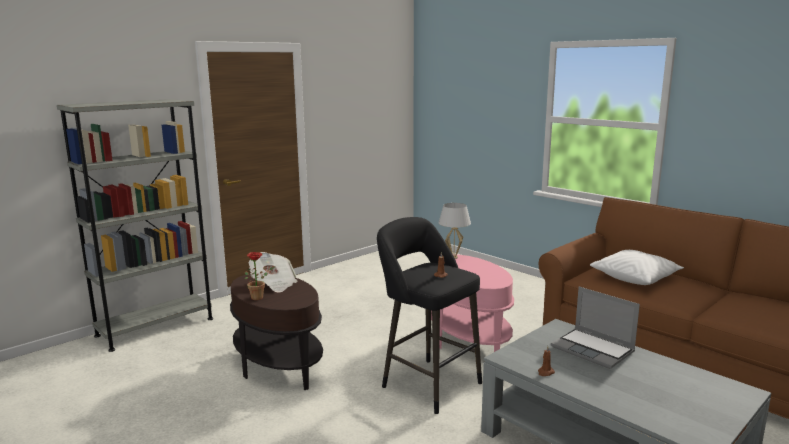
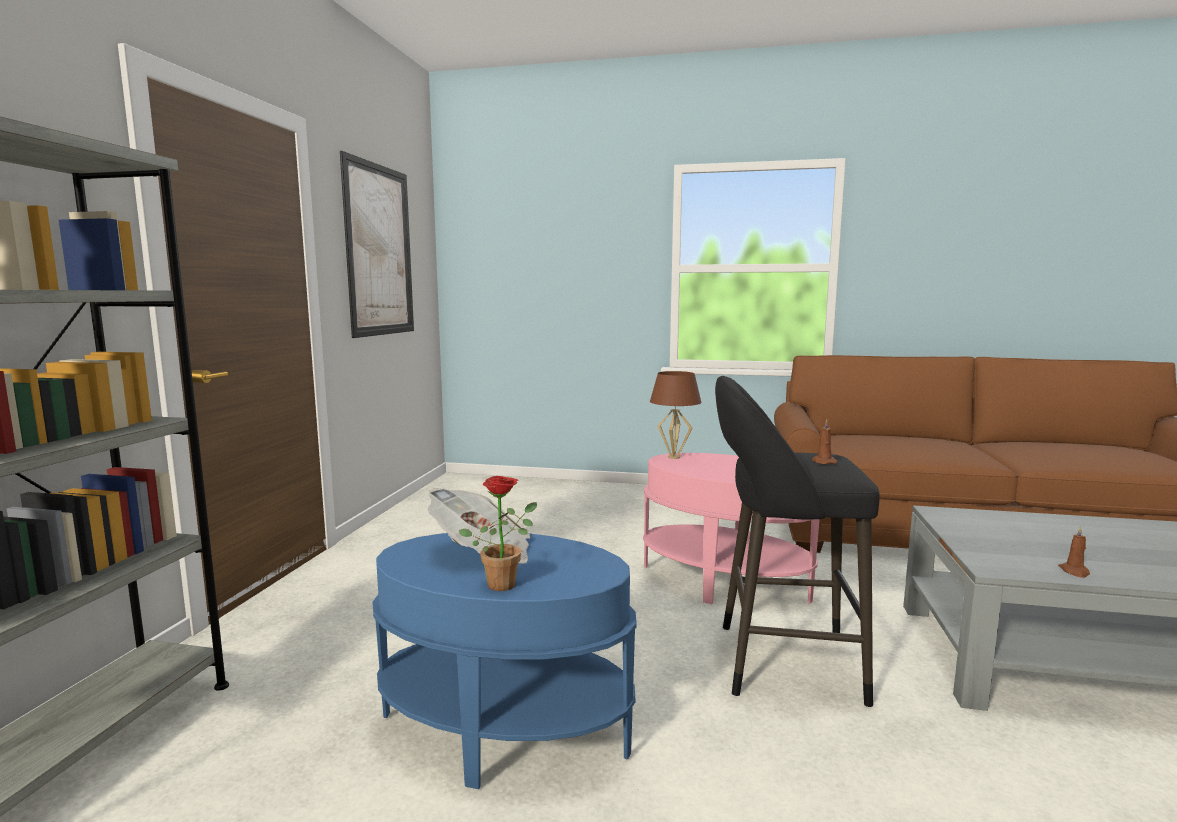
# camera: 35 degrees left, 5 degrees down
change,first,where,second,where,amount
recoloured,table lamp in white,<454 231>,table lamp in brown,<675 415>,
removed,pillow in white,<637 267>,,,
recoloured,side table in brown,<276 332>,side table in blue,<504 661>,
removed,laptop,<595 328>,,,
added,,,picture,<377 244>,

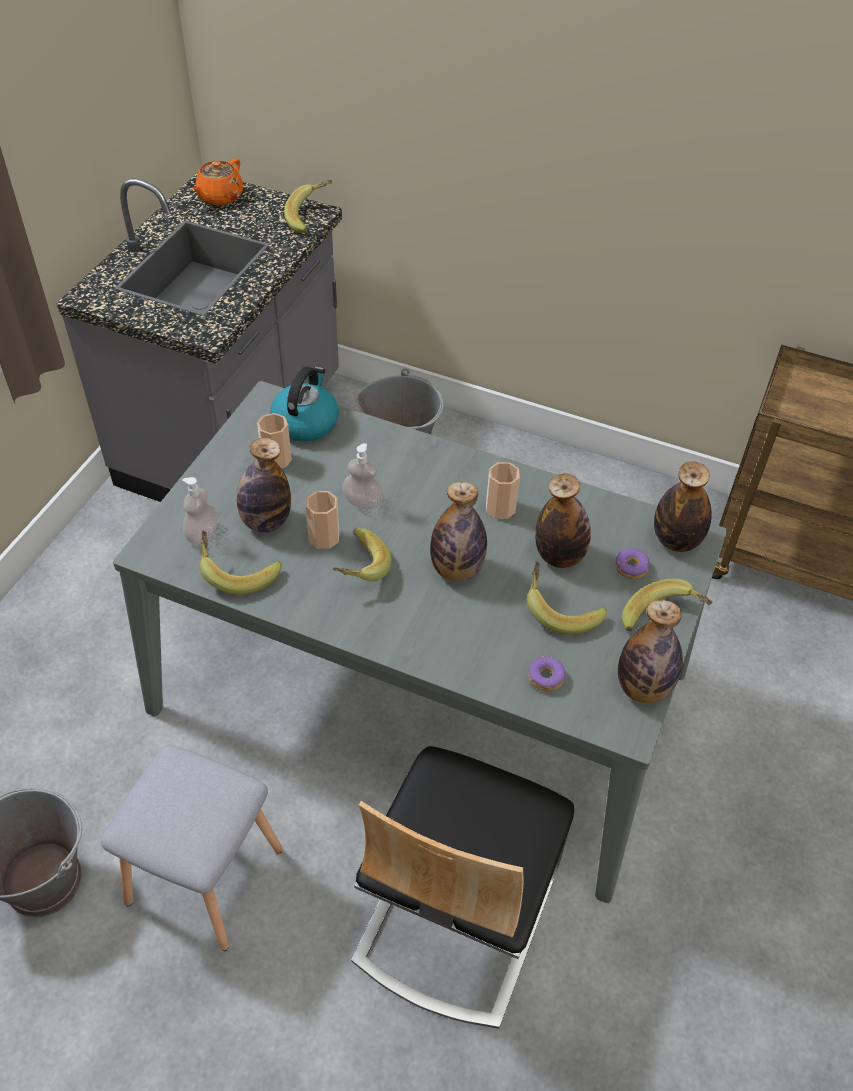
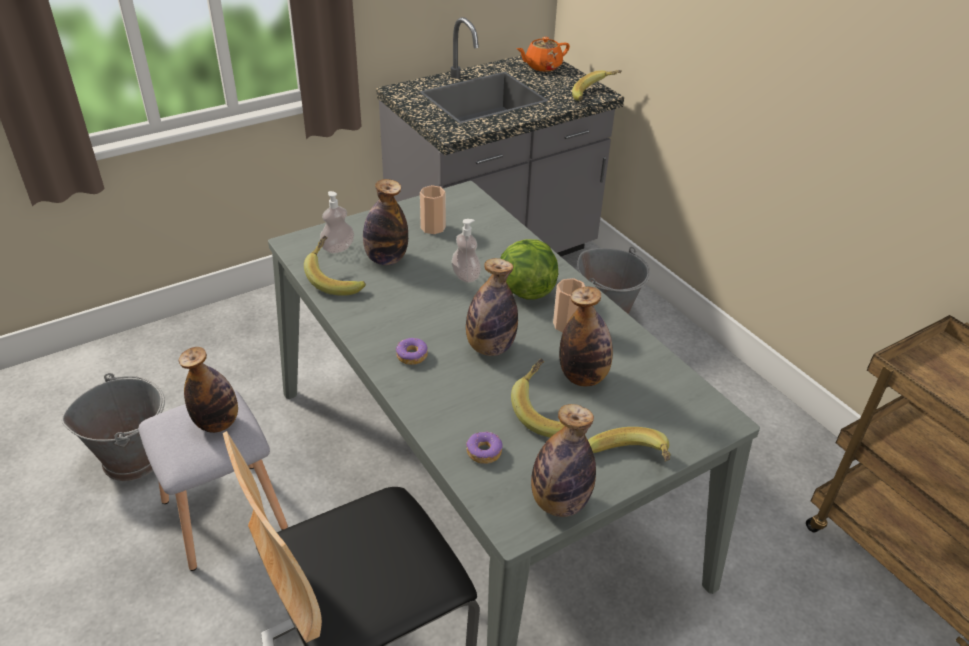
# camera: 35 degrees right, 10 degrees down
change,first,where,second,where,amount
removed,kettle,<304 404>,,,
moved,bottle,<683 506>,,<208 390>,
removed,cup,<322 520>,,,
removed,banana,<362 554>,,,
moved,donut,<632 563>,,<412 351>,
added,,,lettuce,<529 269>,

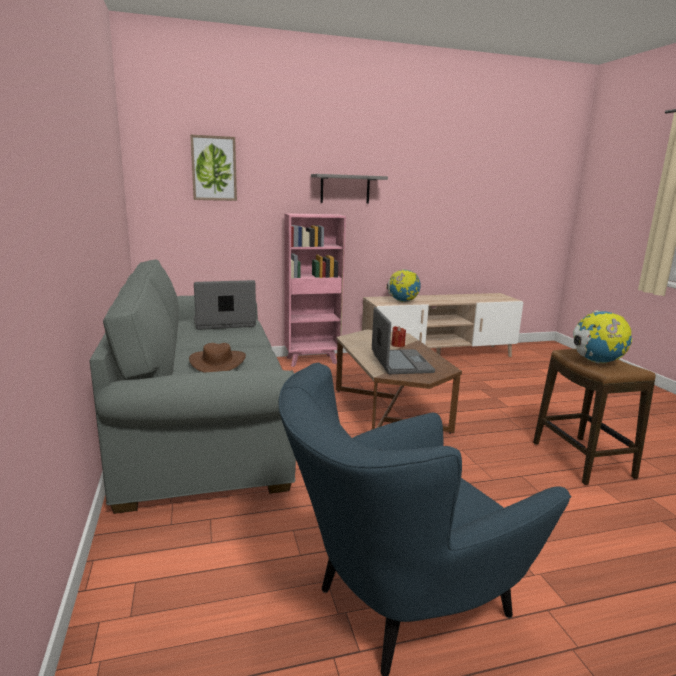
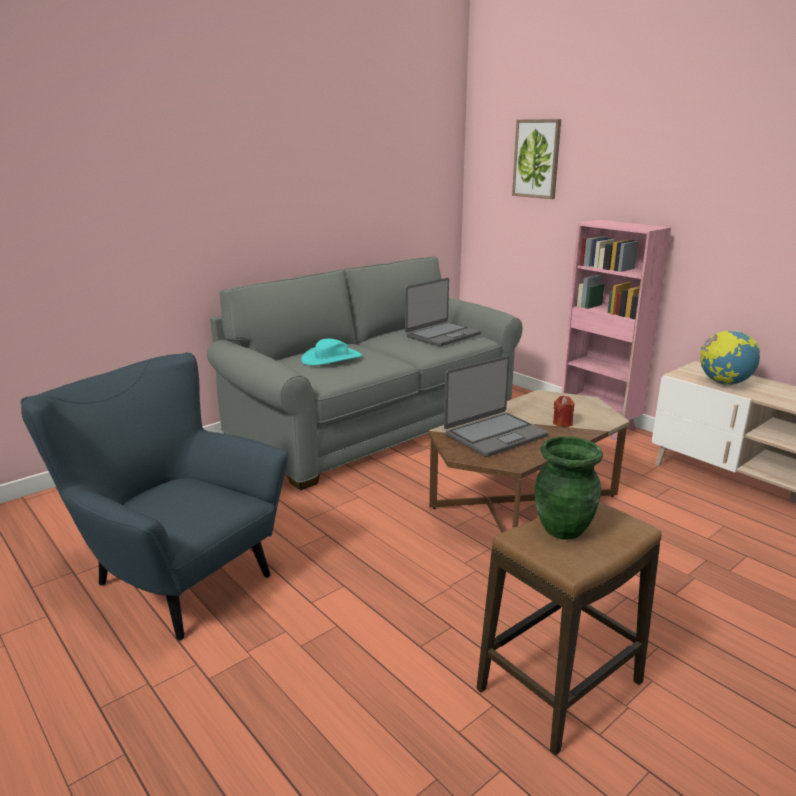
# camera: 65 degrees right, 5 degrees up
change,first,where,second,where,amount
removed,shelf in grey,<349 189>,,,
turned,laptop,<225 305>,,<443 312>,90 degrees clockwise
replaced,globe,<602 337>,vase in green,<568 488>,
recoloured,hat in brown,<217 358>,hat in turquoise,<331 352>,

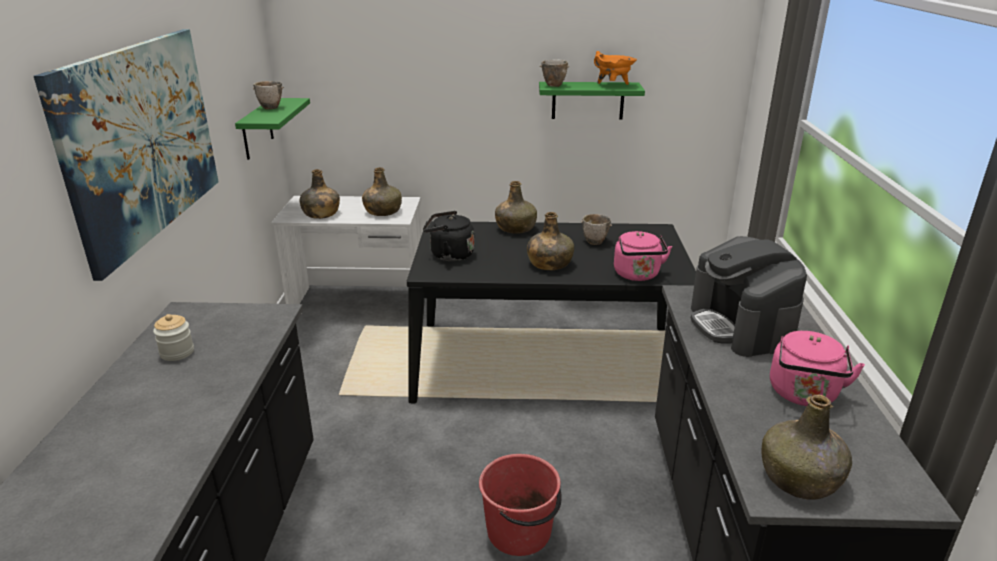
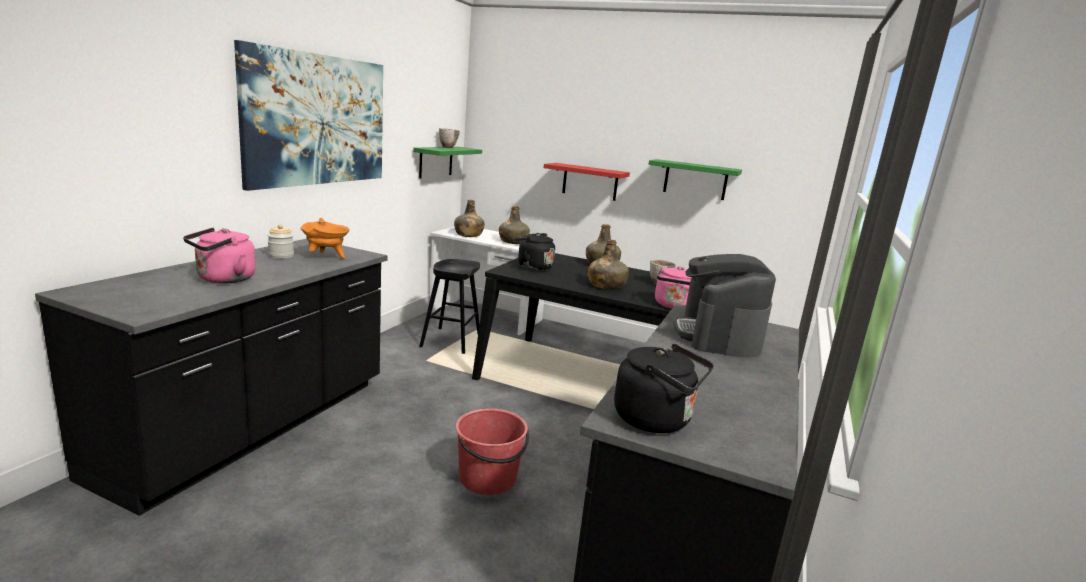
# camera: 20 degrees right, 10 degrees down
change,first,where,second,where,amount
moved,cooking pot in orange,<615 68>,,<325 238>,
removed,bowl,<555 73>,,,
moved,kettle in pink,<817 368>,,<219 256>,
replaced,bottle in green,<807 447>,kettle in black,<663 388>,
added,,,shelf in red,<587 182>,
added,,,stool in black,<449 306>,

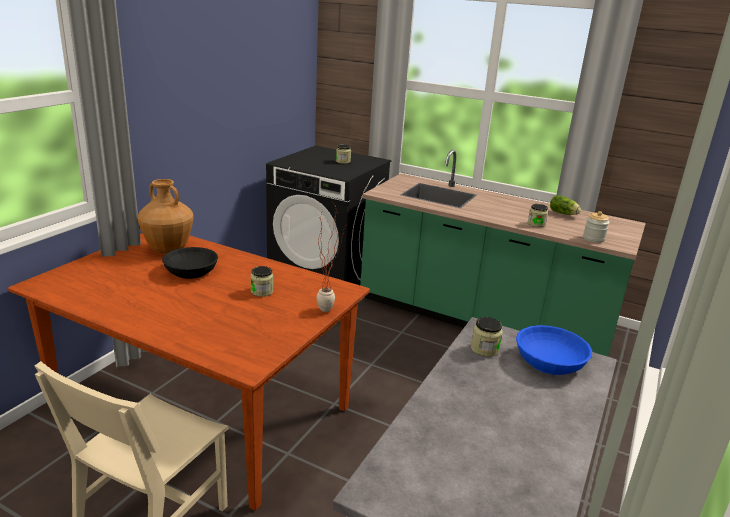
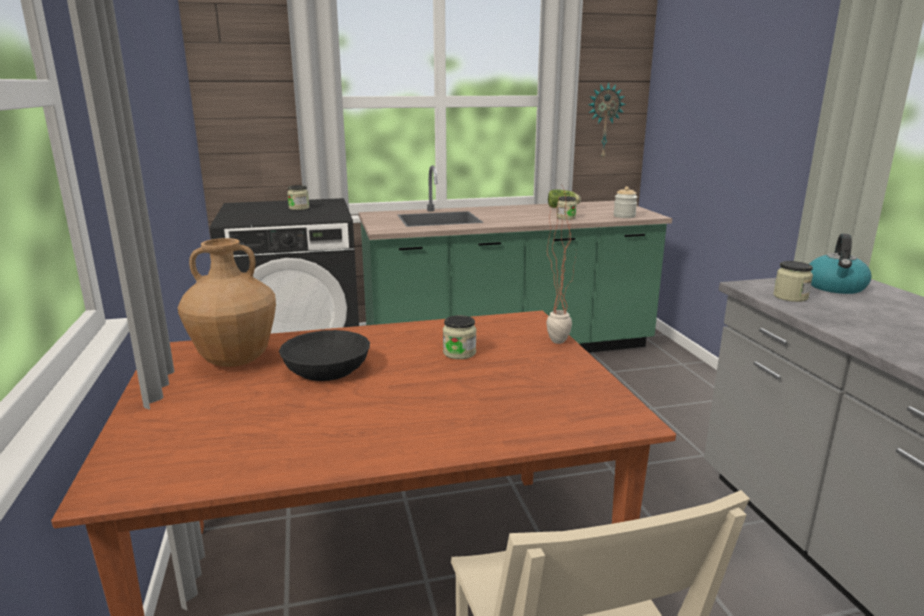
# camera: 40 degrees left, 5 degrees down
change,first,where,second,where,amount
replaced,bowl in blue,<554 350>,kettle,<840 264>,
added,,,wall clock,<607 120>,

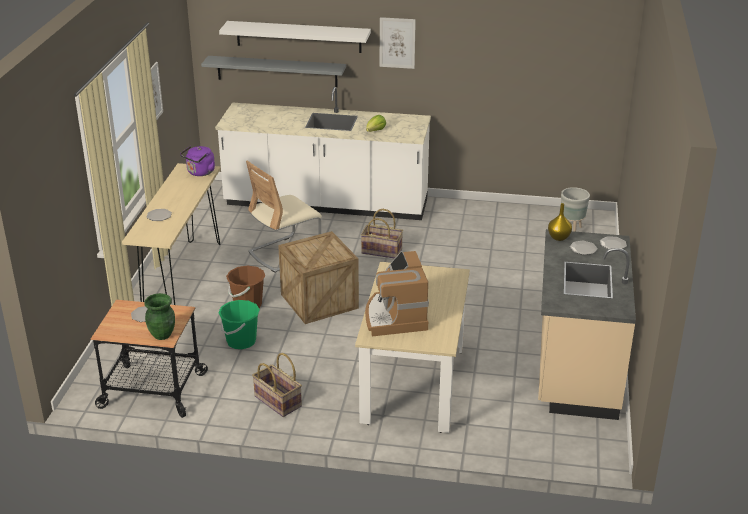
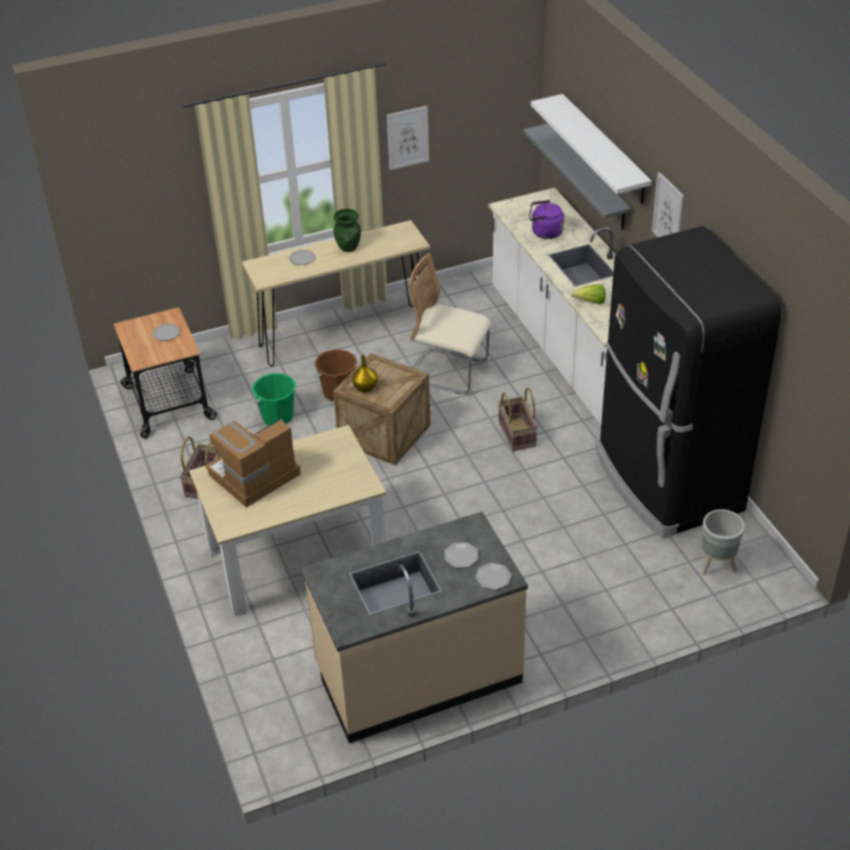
# camera: 60 degrees right, 10 degrees up
change,first,where,second,where,amount
moved,kettle in purple,<197 161>,,<546 219>,
moved,vase in yellow,<560 222>,,<365 374>,
moved,vase in green,<159 316>,,<347 230>,
added,,,fridge in black,<688 382>,

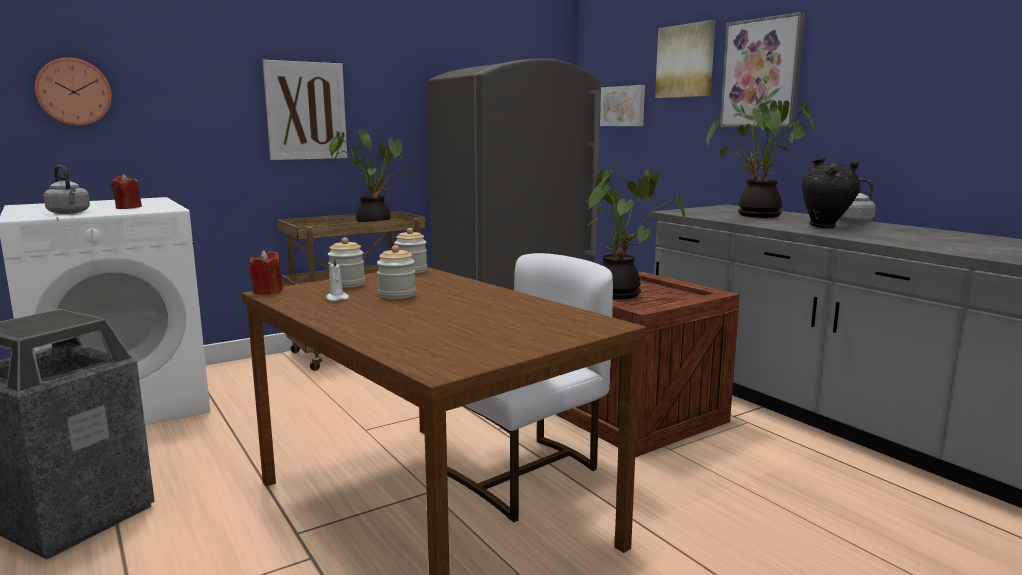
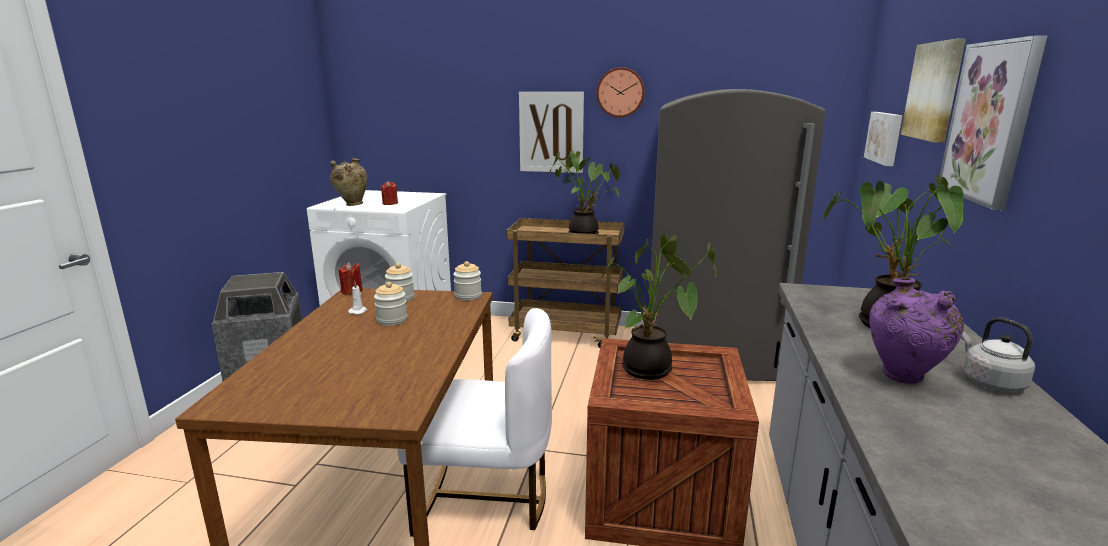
# camera: 45 degrees right, 5 degrees up
change,first,where,second,where,amount
moved,wall clock,<73 92>,,<620 92>,
recoloured,vase in black,<831 193>,vase in purple,<916 330>,
replaced,kettle in grey,<67 189>,vase in beige,<348 182>,

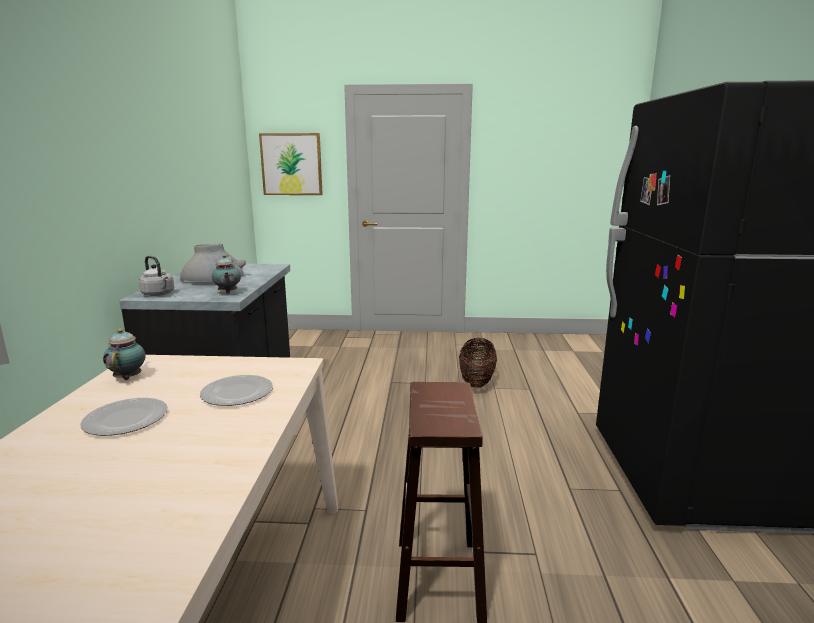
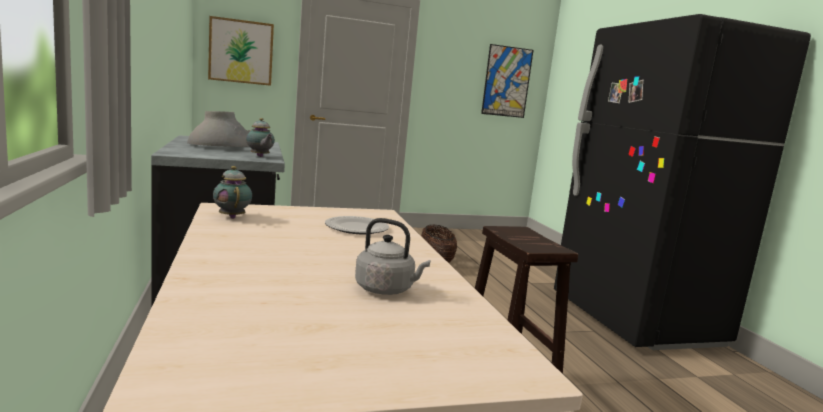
# camera: 20 degrees left, 5 degrees down
change,first,where,second,where,amount
moved,kettle in grey,<156 276>,,<393 256>,
removed,plate,<124 417>,,,
added,,,picture,<507 81>,

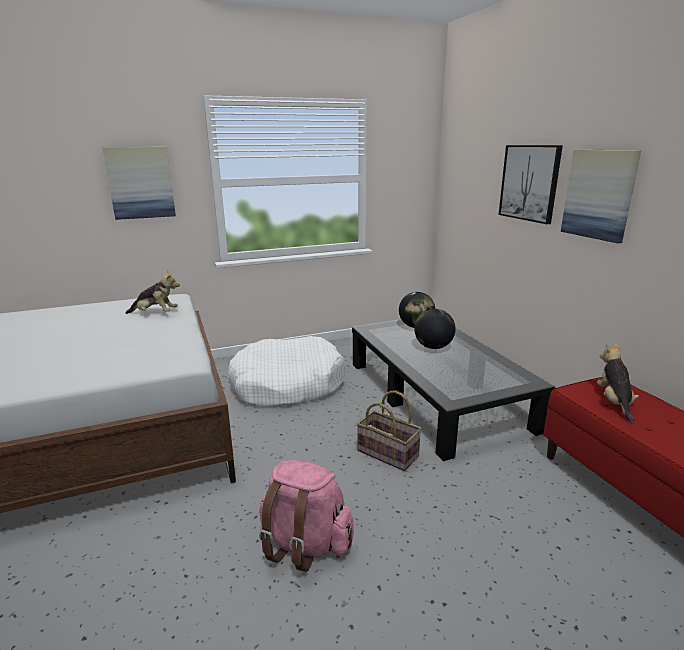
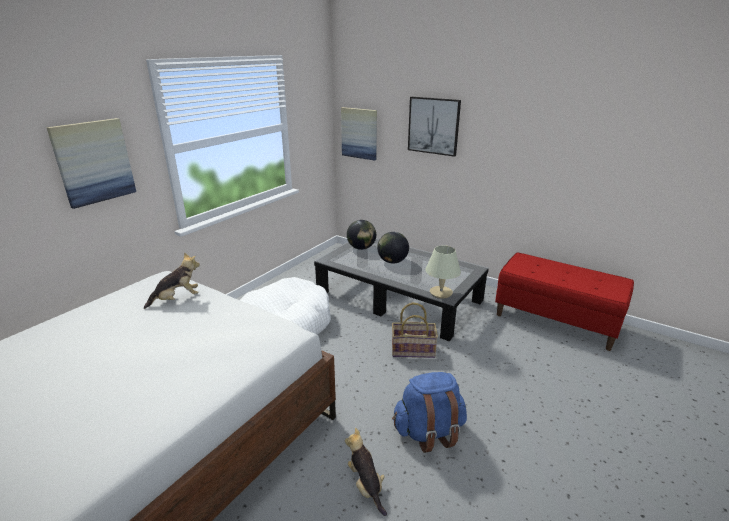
# camera: 35 degrees left, 5 degrees up
change,first,where,second,where,amount
moved,picture,<601 196>,,<359 134>,
moved,plush toy,<618 382>,,<366 472>,
recoloured,backpack in pink,<306 516>,backpack in blue,<429 412>,
added,,,table lamp in beige,<443 271>,

